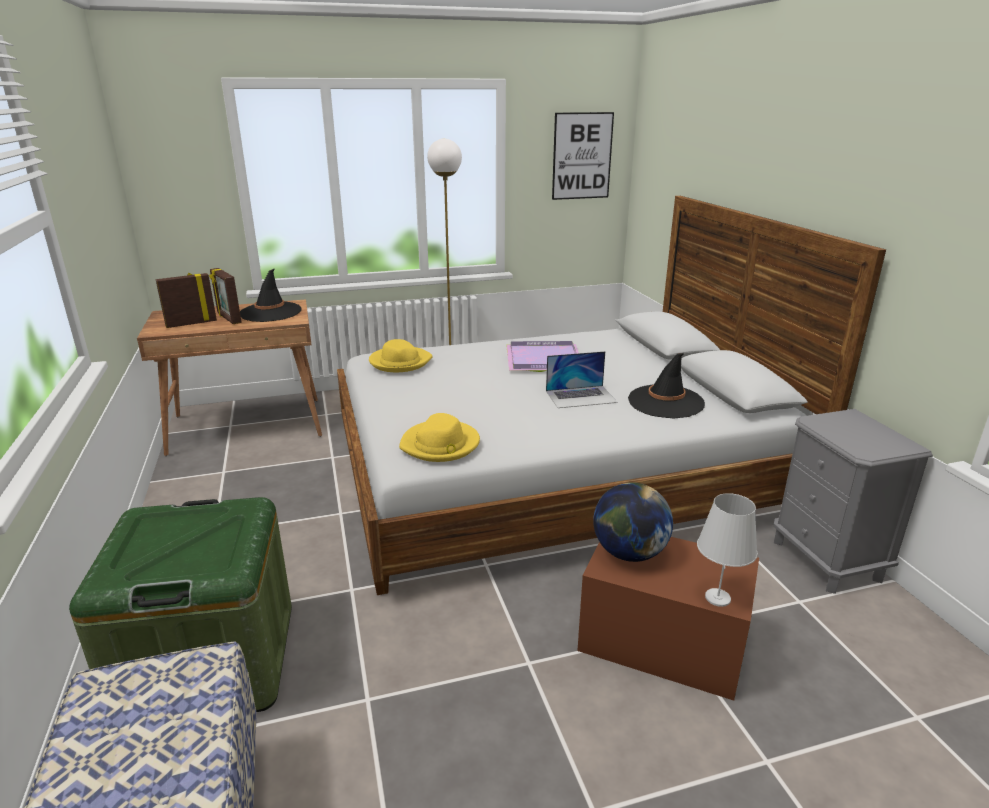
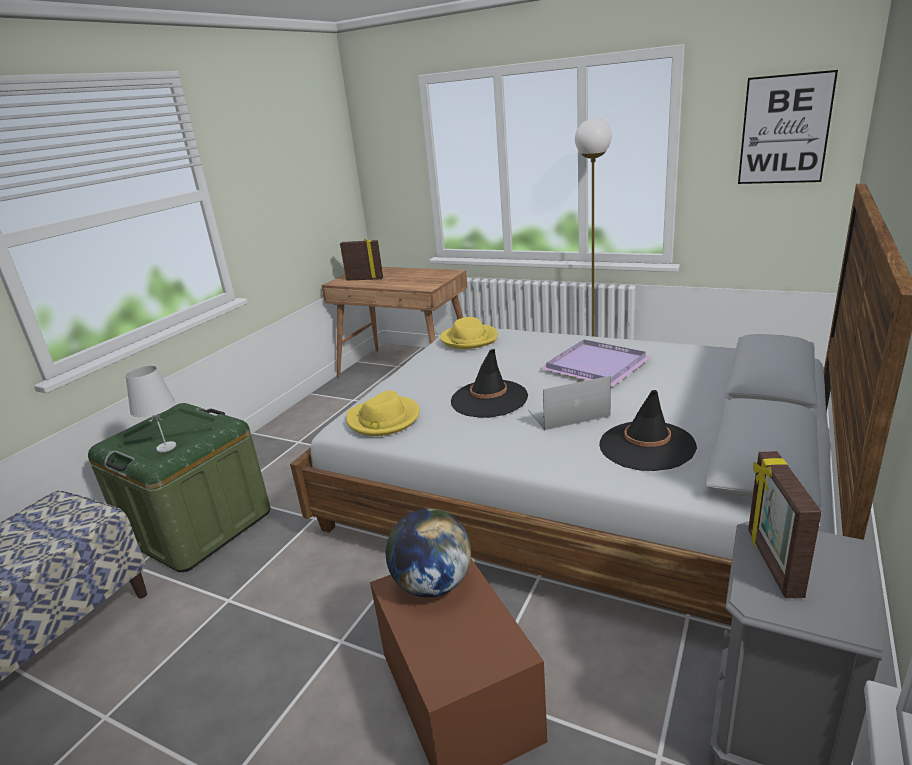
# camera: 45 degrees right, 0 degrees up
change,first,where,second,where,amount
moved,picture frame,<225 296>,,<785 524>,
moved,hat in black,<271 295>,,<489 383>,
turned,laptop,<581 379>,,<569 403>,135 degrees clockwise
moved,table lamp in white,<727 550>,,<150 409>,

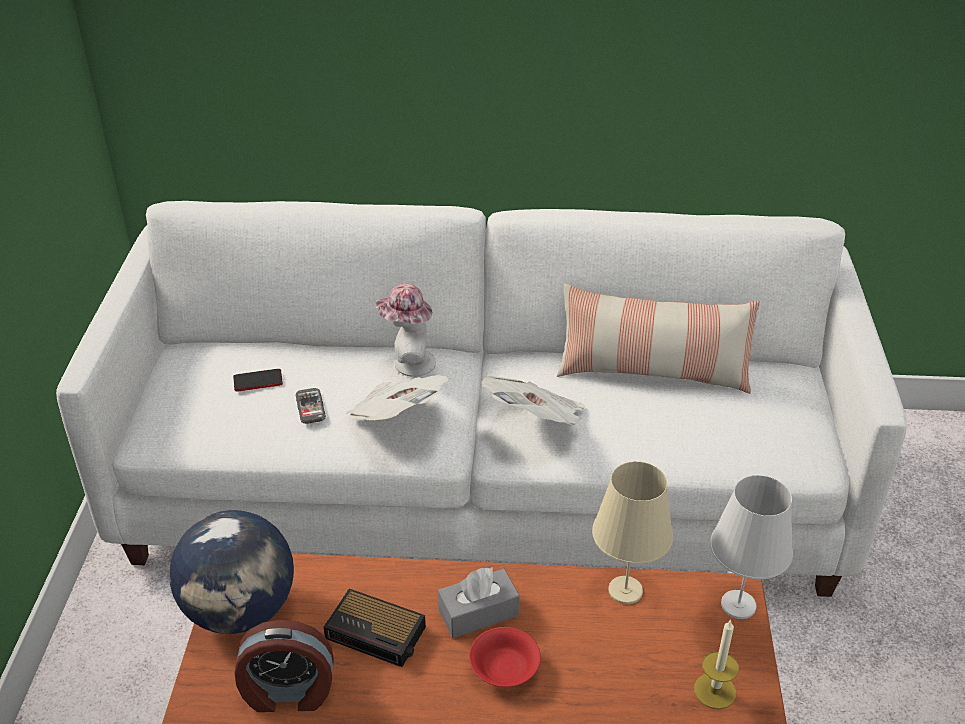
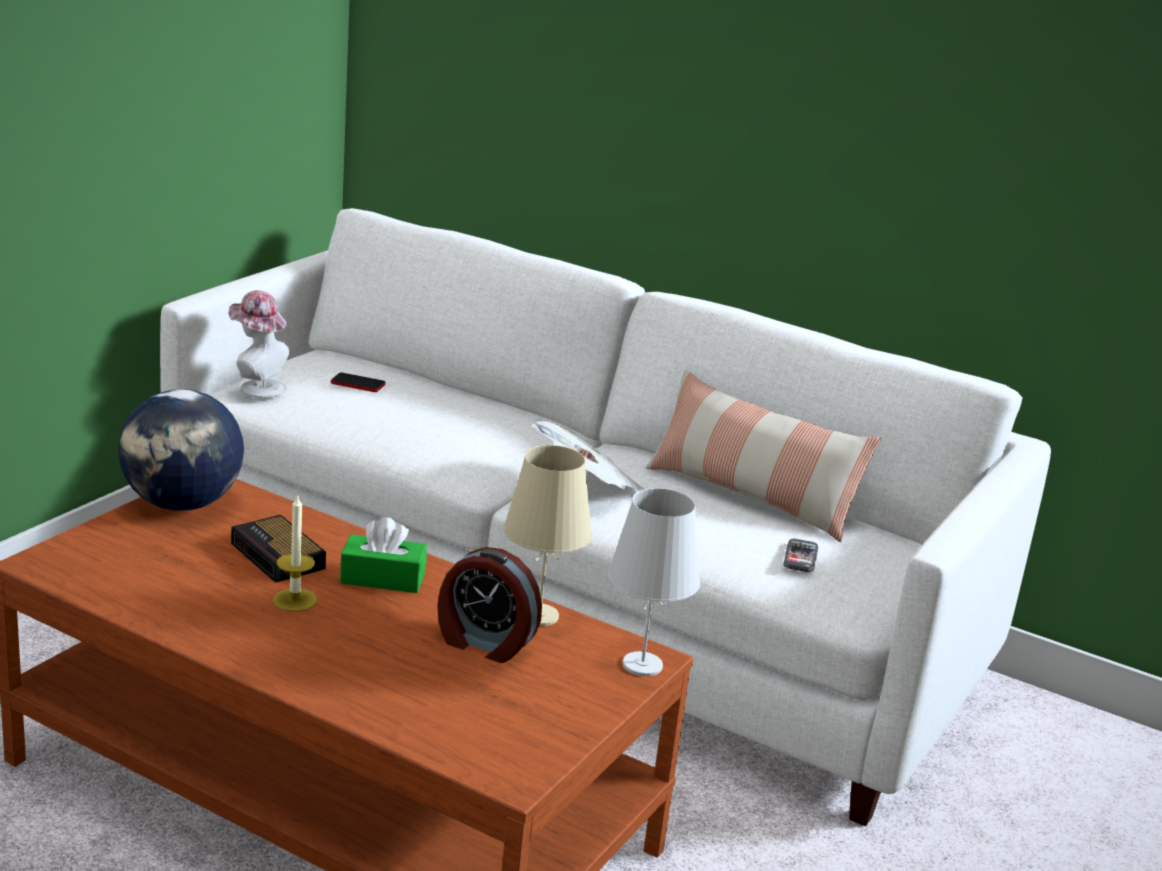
# camera: 25 degrees right, 15 degrees down
change,first,where,second,where,amount
moved,hat,<405 330>,,<258 344>,
removed,newspaper,<398 397>,,,
moved,phone,<311 406>,,<800 555>,
recoloured,tissue box in grey,<479 602>,tissue box in green,<383 555>,
moved,candle,<716 664>,,<295 553>,
moved,alarm clock,<284 666>,,<489 605>,
removed,bowl in red,<505 657>,,,

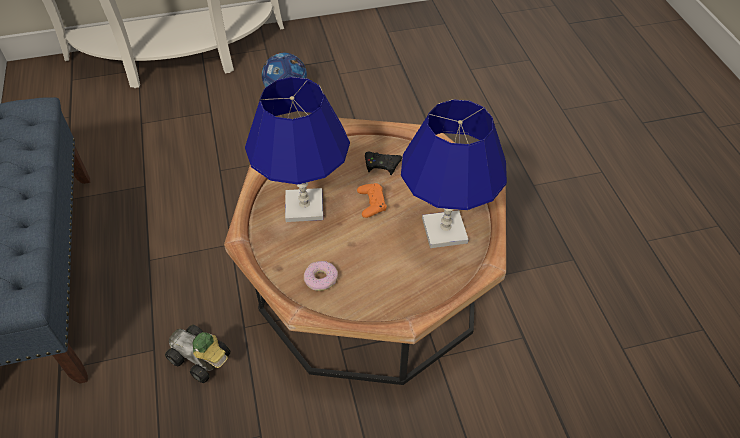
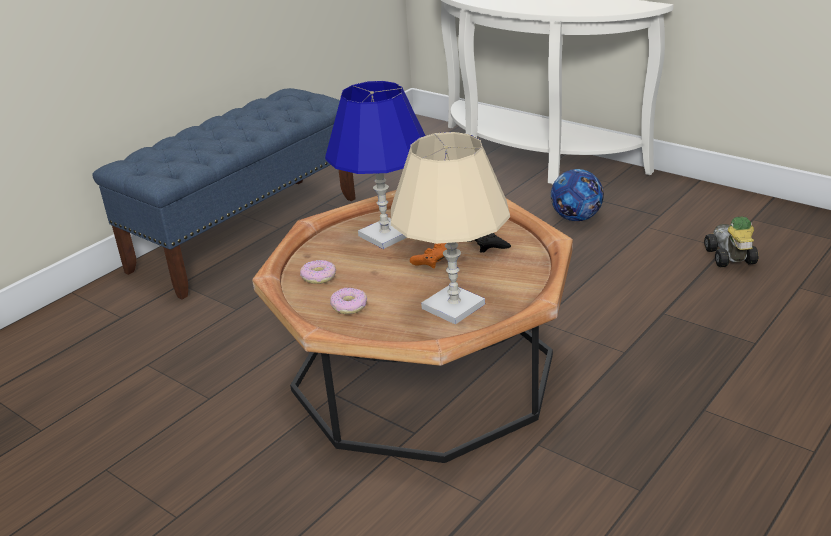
# camera: 55 degrees right, 20 degrees down
change,first,where,second,where,amount
recoloured,table lamp in blue,<454 173>,table lamp in beige,<450 228>,
moved,toy car,<198 354>,,<731 242>,
added,,,donut,<348 300>,

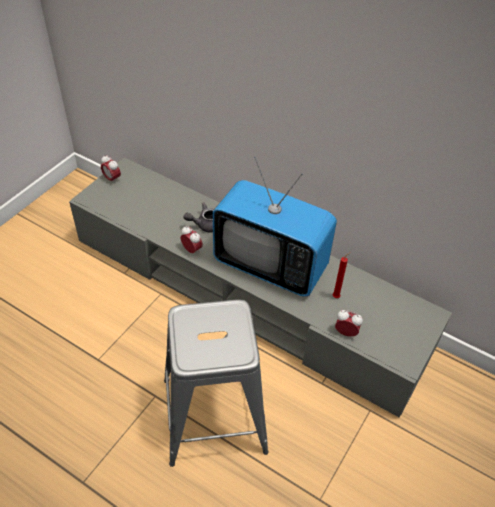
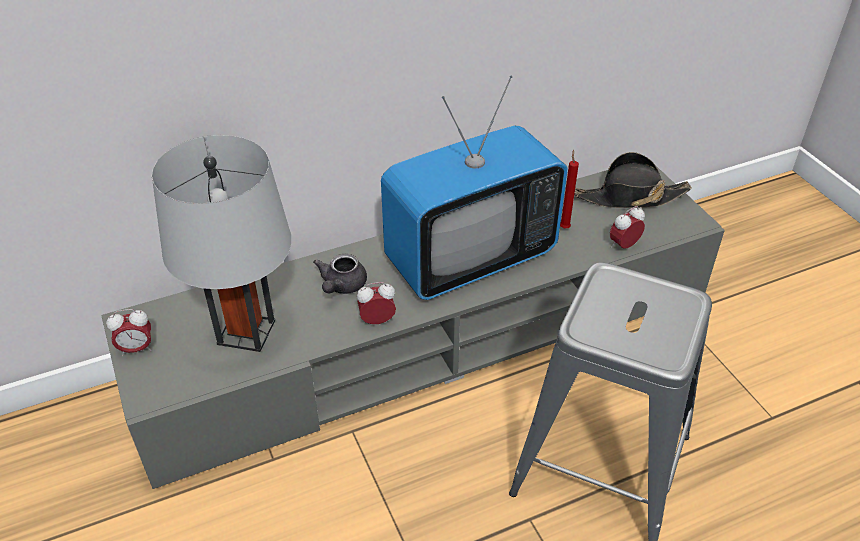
# camera: 55 degrees left, 5 degrees down
change,first,where,second,where,amount
added,,,table lamp in grey,<222 243>,
added,,,hat in black,<633 180>,

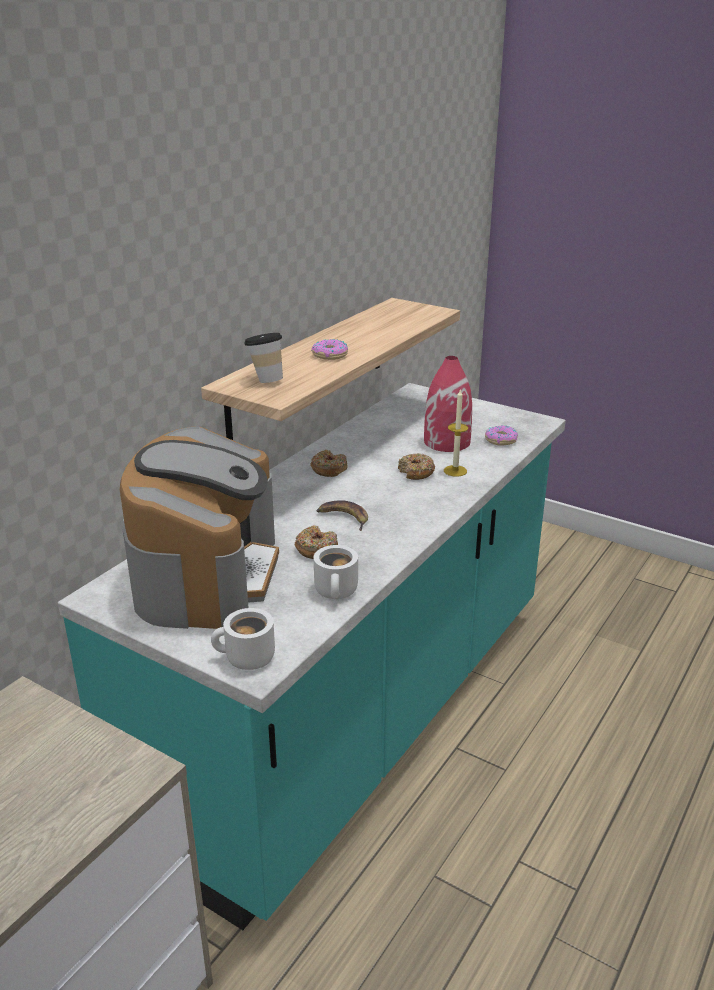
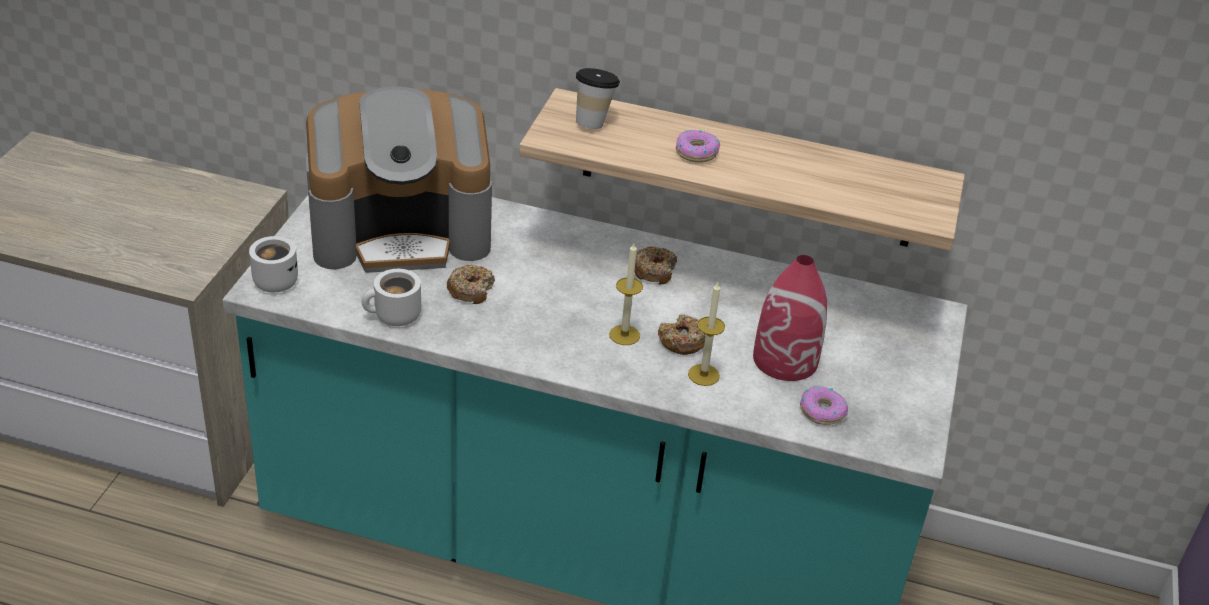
# camera: 70 degrees right, 10 degrees up
change,first,where,second,where,amount
removed,banana,<342 515>,,,
added,,,candle,<626 294>,

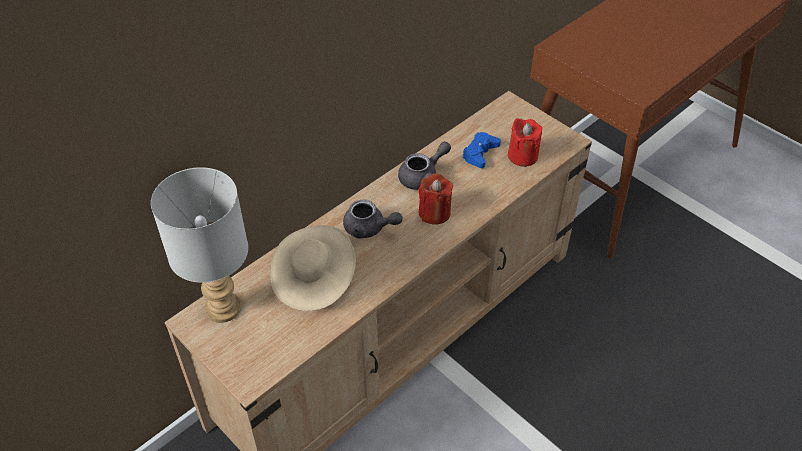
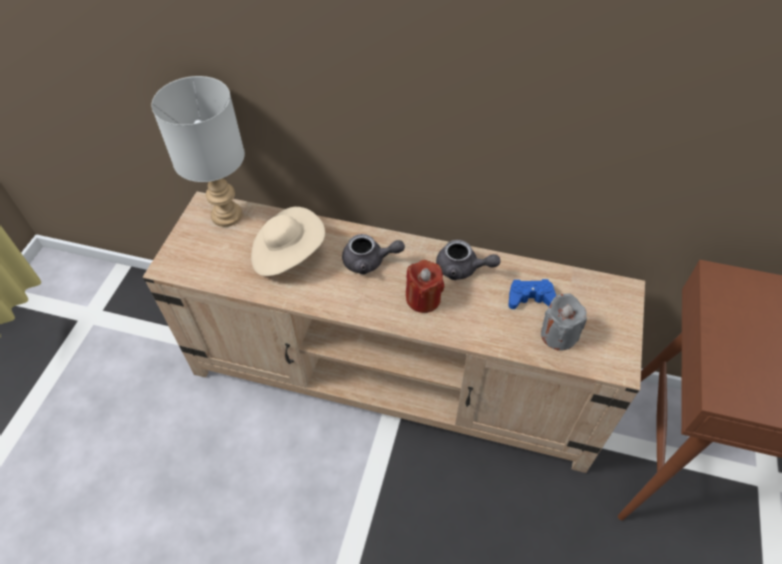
# camera: 60 degrees right, 5 degrees up
change,first,where,second,where,amount
recoloured,candle in red,<525 142>,candle in grey,<564 322>,
turned,teapot in grey,<372 219>,,<373 254>,75 degrees counterclockwise

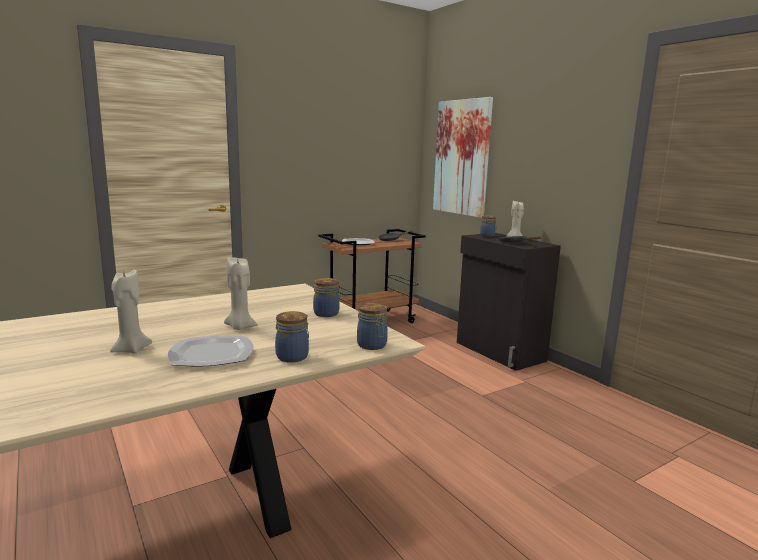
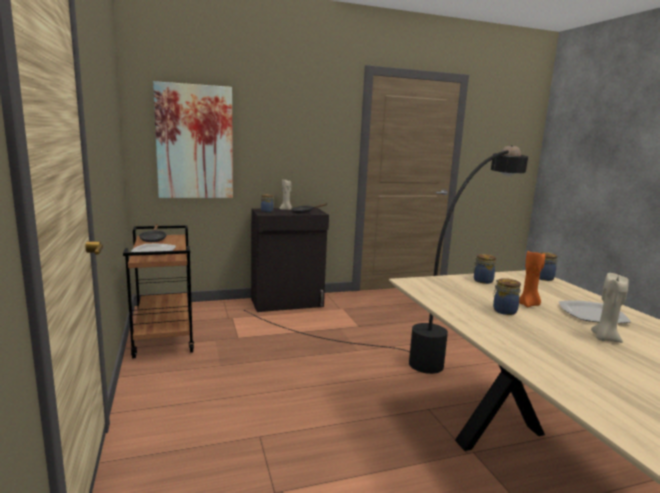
# camera: 75 degrees left, 0 degrees up
change,first,where,second,where,amount
recoloured,candle in beige,<240 293>,candle in orange,<532 278>,
moved,jar,<292 336>,,<507 296>,
added,,,floor lamp in black,<386 259>,

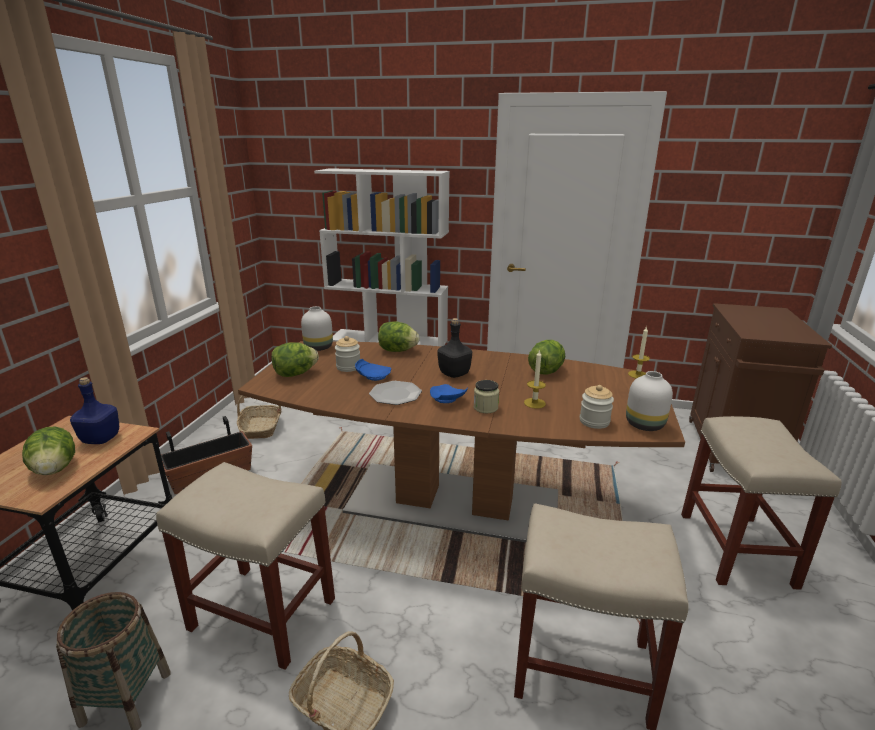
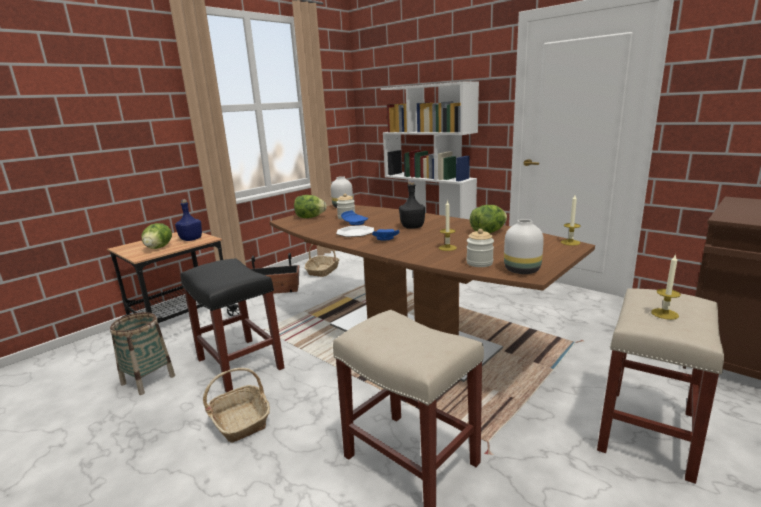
# camera: 30 degrees right, 5 degrees down
change,first,where,second,where,amount
removed,lettuce,<398 336>,,,
removed,jar,<486 396>,,,
recoloured,stool in beige,<245 566>,stool in black,<232 325>,
added,,,candle,<666 287>,

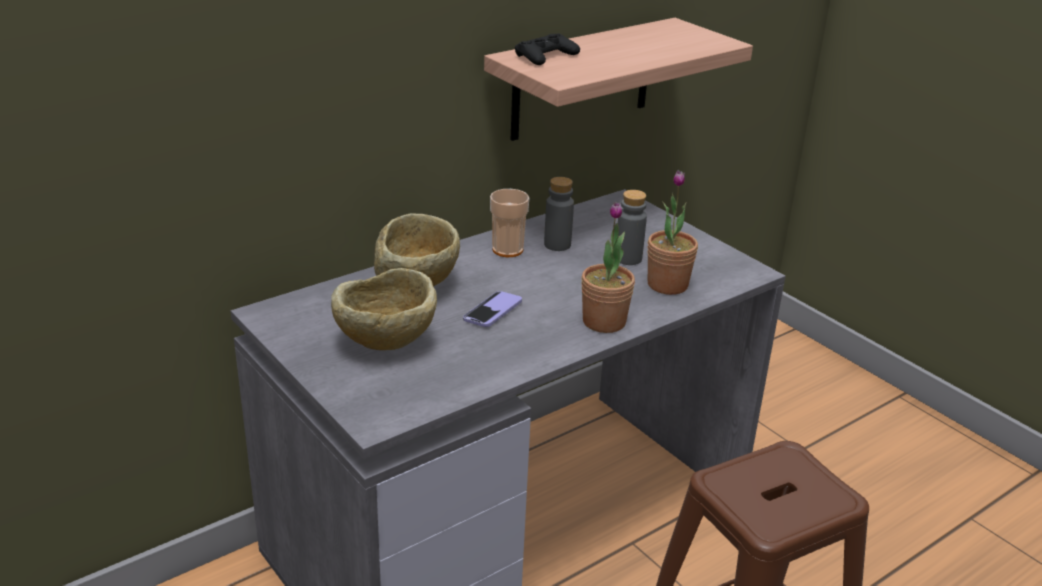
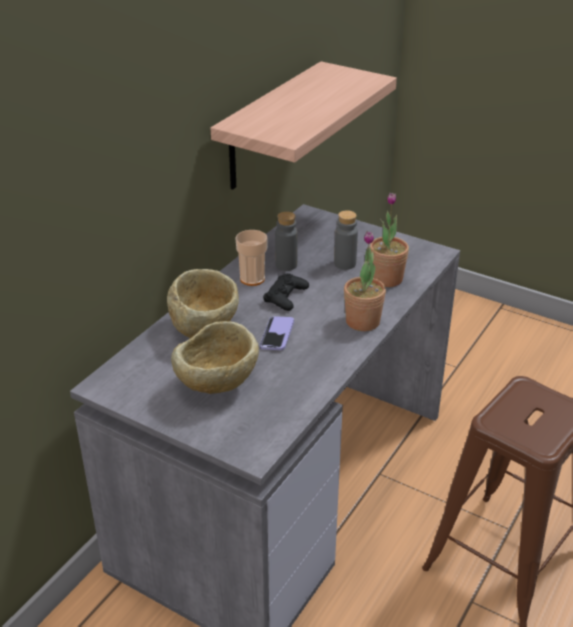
# camera: 20 degrees left, 5 degrees up
change,first,where,second,where,amount
moved,game controller in black,<547 49>,,<286 292>,

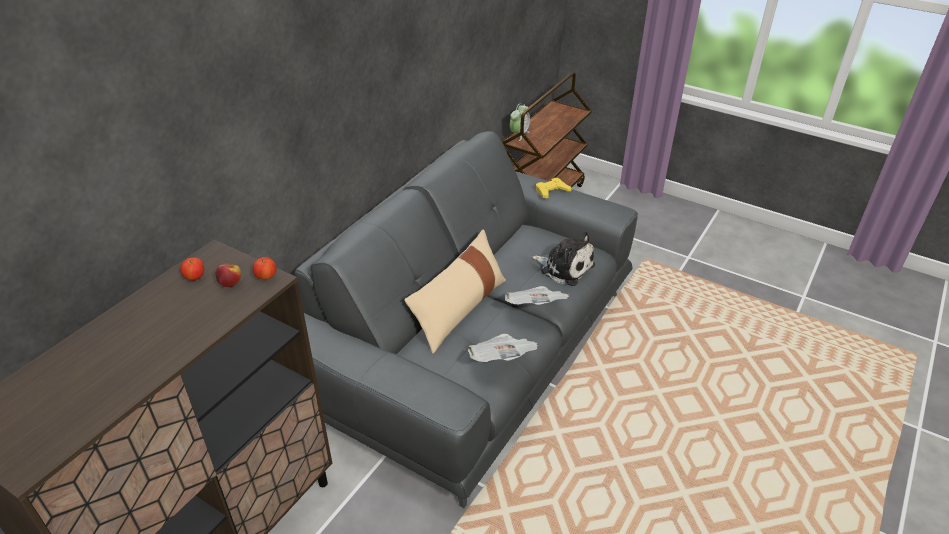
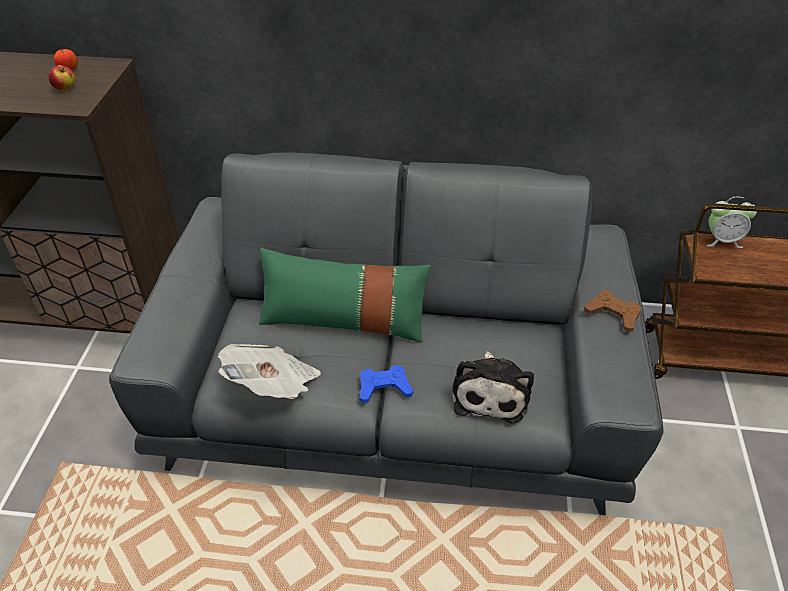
# camera: 65 degrees right, 5 degrees up
change,first,where,second,where,amount
recoloured,game controller in yellow,<553 188>,game controller in brown,<612 311>,
recoloured,pillow in beige,<455 291>,pillow in green,<345 295>,
removed,apple,<264 268>,,,
replaced,newspaper,<537 295>,game controller in blue,<386 384>,

